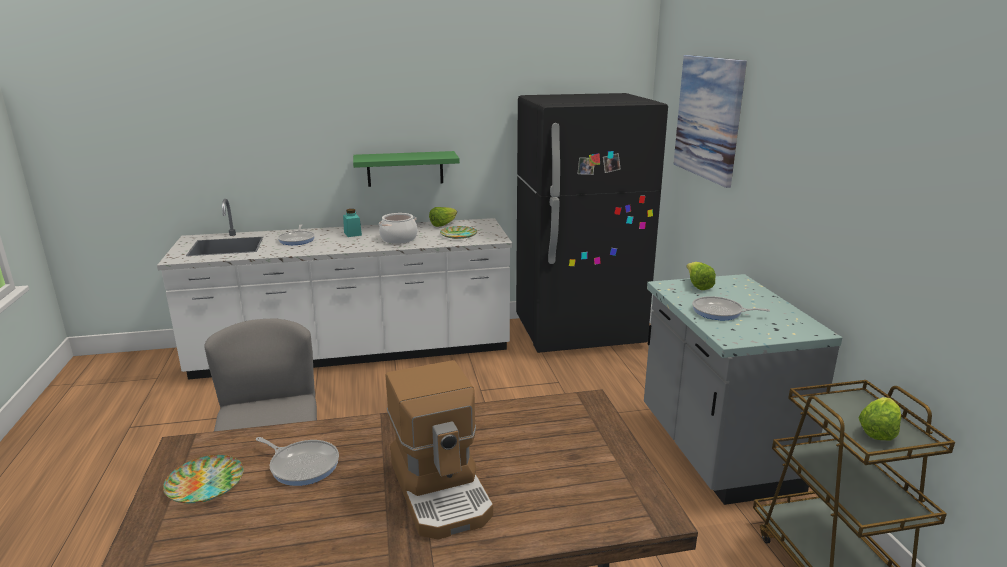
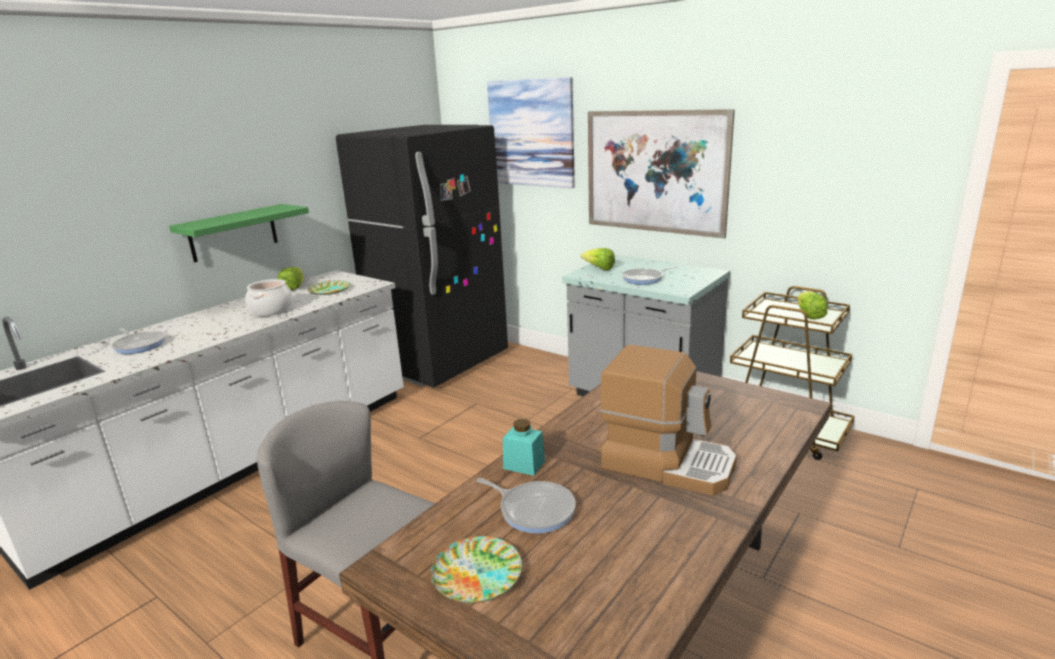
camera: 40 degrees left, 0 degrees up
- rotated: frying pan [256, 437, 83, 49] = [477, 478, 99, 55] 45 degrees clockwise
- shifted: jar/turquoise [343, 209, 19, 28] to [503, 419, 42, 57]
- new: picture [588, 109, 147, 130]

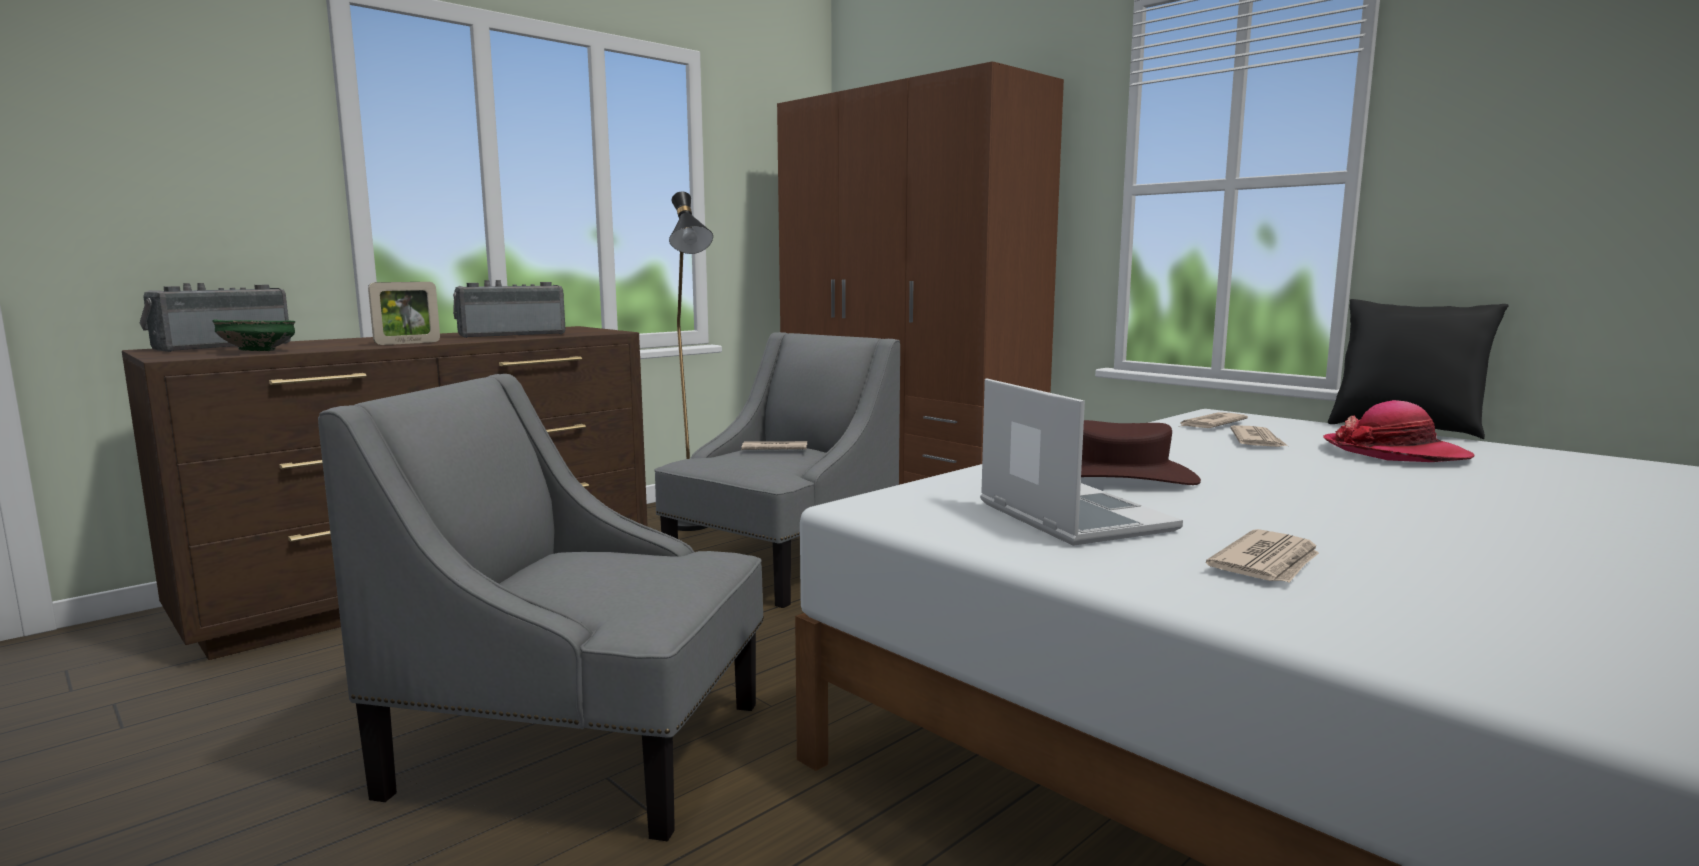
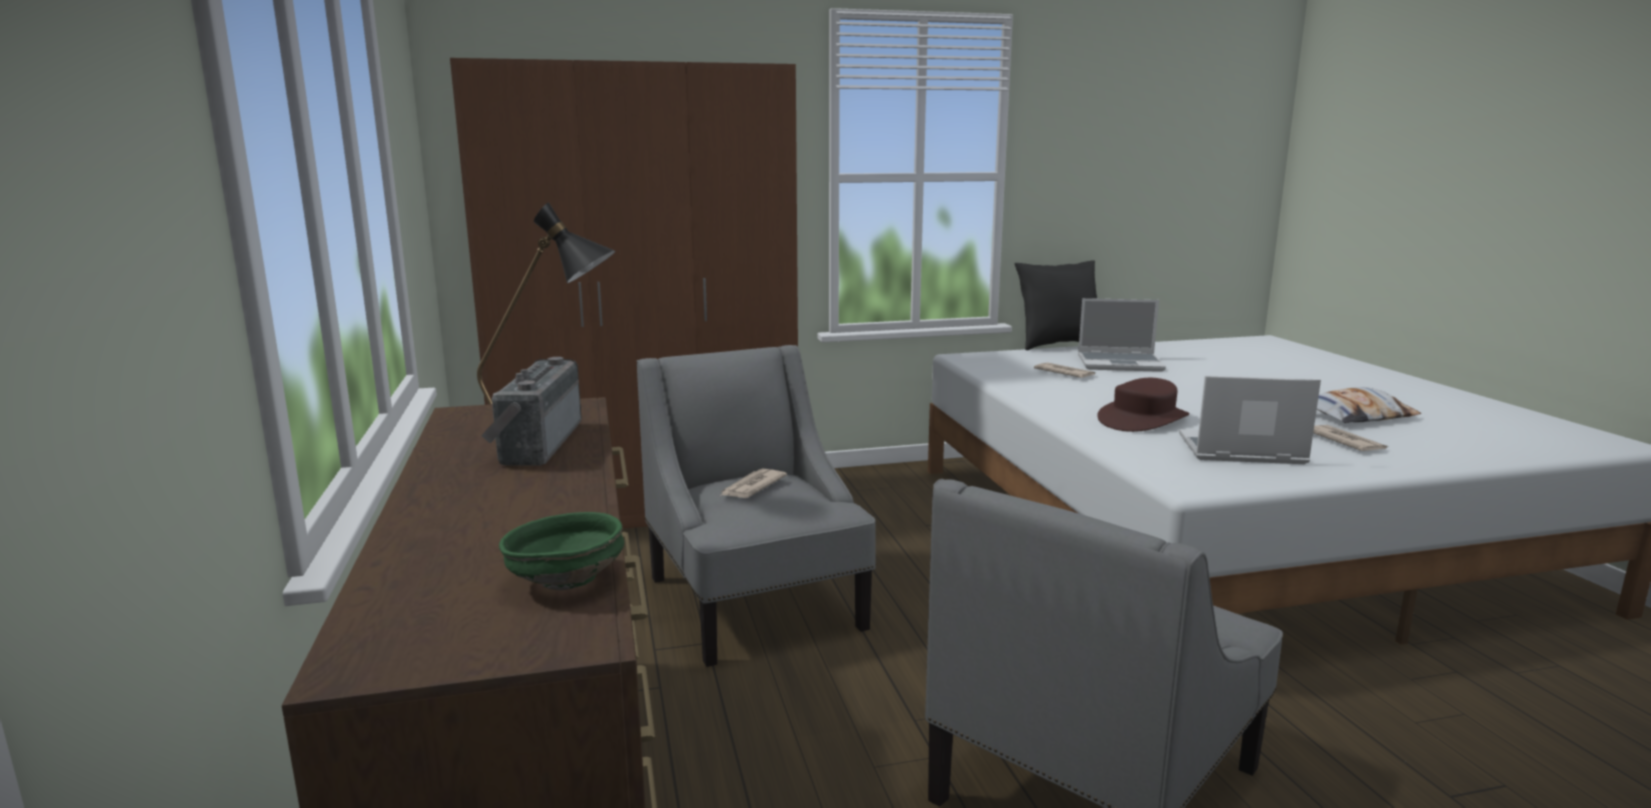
camera: 60 degrees left, 5 degrees up
- gone: radio [140, 283, 151, 69]
- gone: picture frame [368, 282, 72, 63]
- gone: newspaper [1179, 412, 69, 16]
- swapped: hat [1323, 400, 152, 62] to laptop [1078, 298, 88, 74]
- new: pillow [1317, 387, 104, 36]

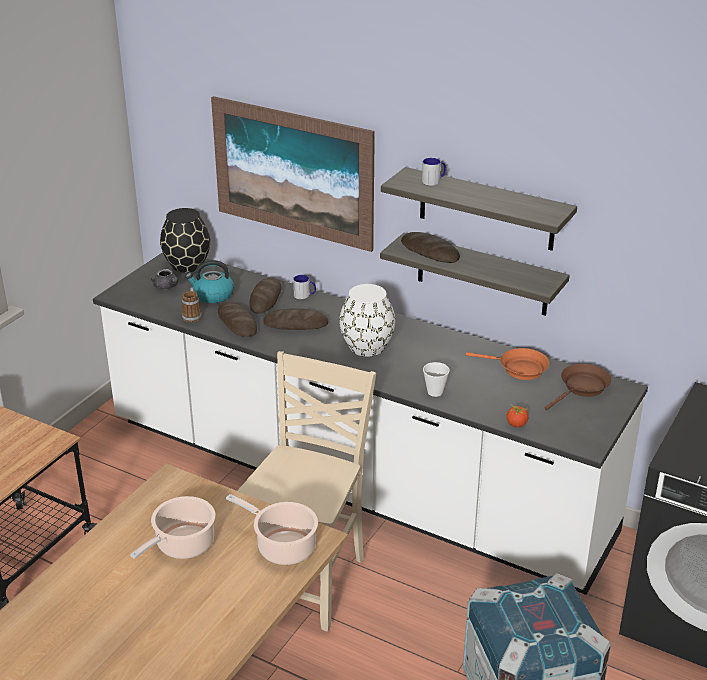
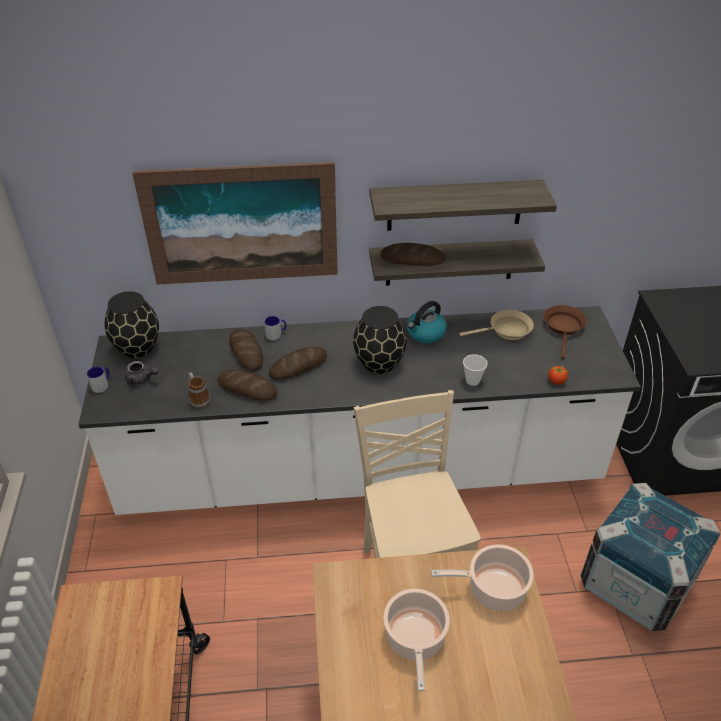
camera: 35 degrees left, 10 degrees up
- shifted: kettle [186, 260, 48, 43] to [407, 301, 40, 43]
- repainted: vase/white [339, 284, 56, 73] to vase/black [353, 306, 54, 68]
- shifted: mug [422, 158, 24, 28] to [87, 367, 23, 26]
- repainted: frying pan/orange [466, 348, 83, 32] to frying pan/beige [460, 310, 74, 30]

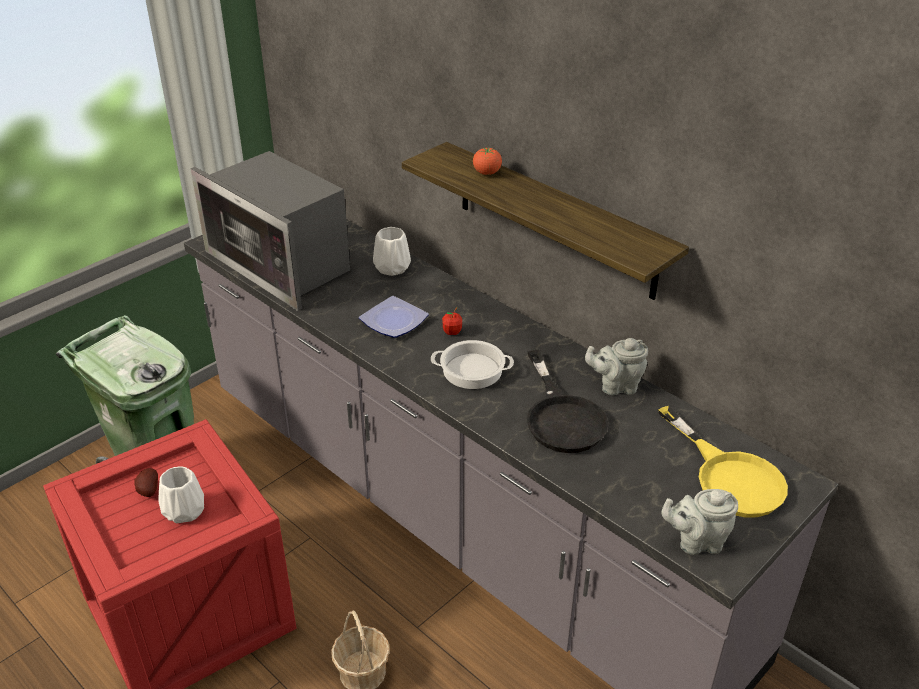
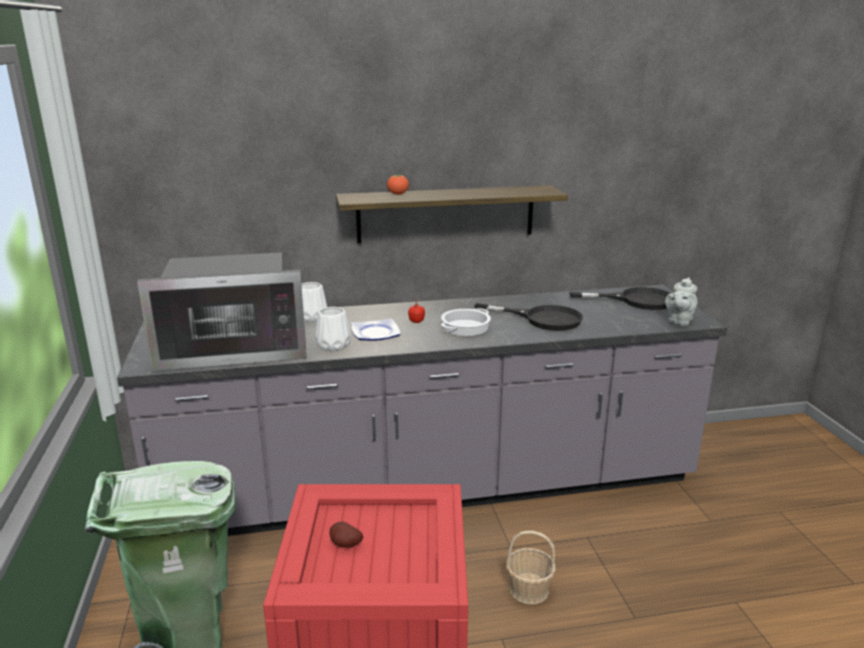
camera: 55 degrees left, 15 degrees down
- shifted: vase/white [158, 466, 46, 57] to [315, 307, 36, 44]
- gone: teapot/grey [585, 338, 63, 57]
- repainted: frying pan/yellow [658, 406, 130, 111] to frying pan/black [569, 287, 102, 23]

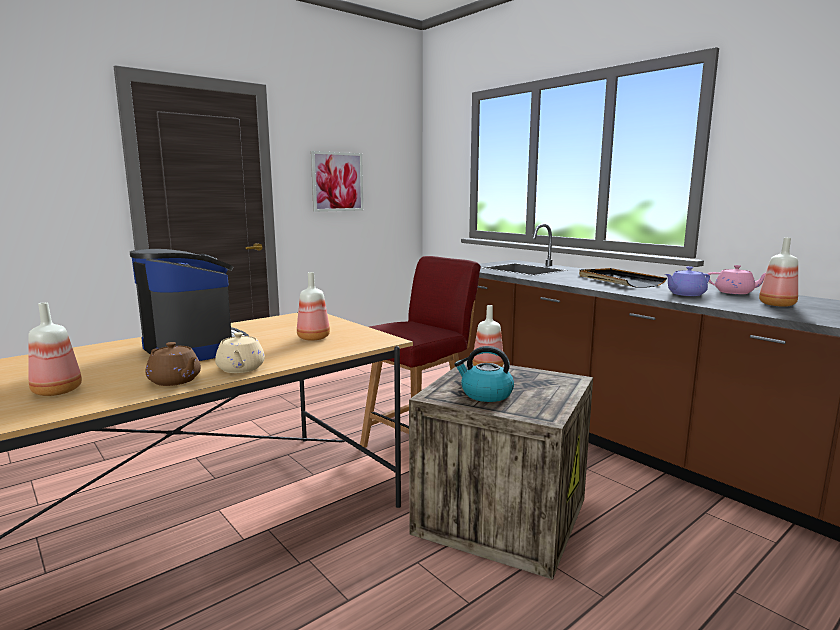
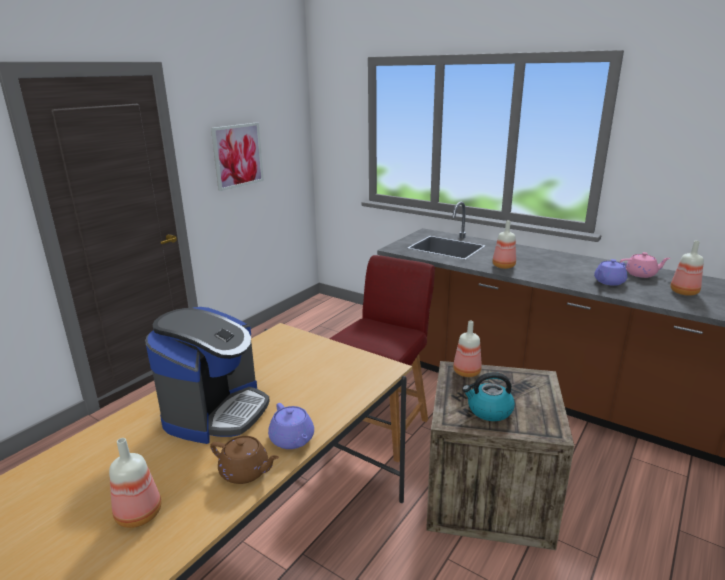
camera: 15 degrees left, 10 degrees up
- rotated: coffee machine [130, 249, 119, 112] = [145, 307, 125, 137] 75 degrees clockwise
- repainted: teapot/beige [215, 332, 50, 41] to teapot/purple [268, 403, 46, 46]
- shifted: bottle [297, 272, 33, 69] to [492, 220, 24, 49]
- gone: tray/black [579, 268, 88, 20]

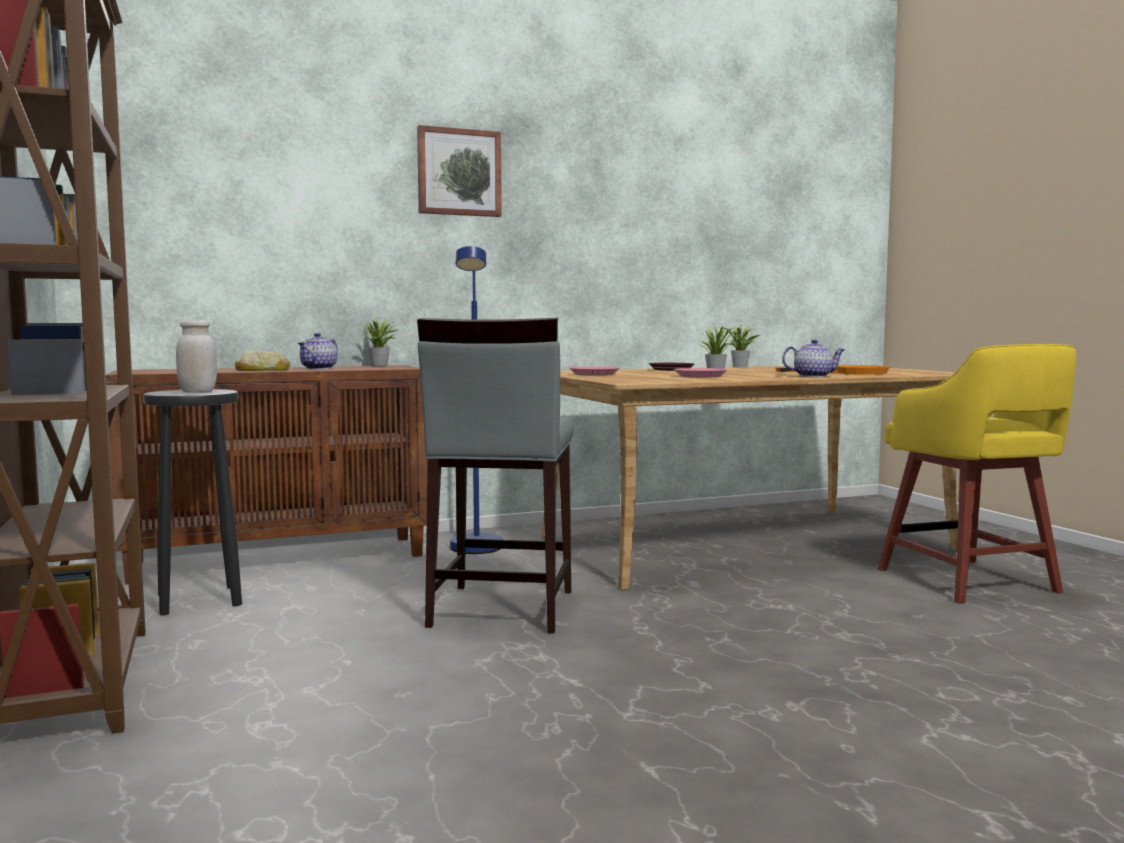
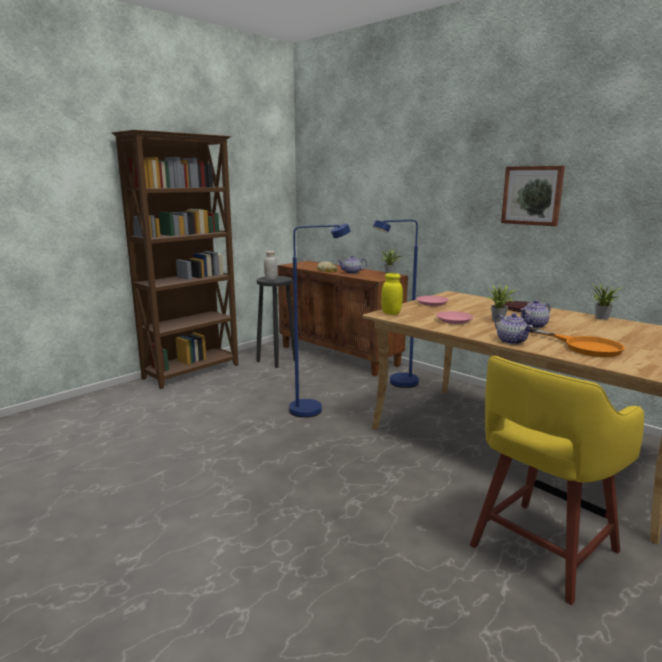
camera: 65 degrees right, 10 degrees up
- shifted: picture [417, 125, 85, 92] to [501, 166, 64, 60]
- swapped: stool/grey [417, 318, 157, 316] to floor lamp/blue [289, 224, 62, 194]
- new: jar/yellow [381, 273, 22, 42]
- new: teapot [520, 300, 31, 28]

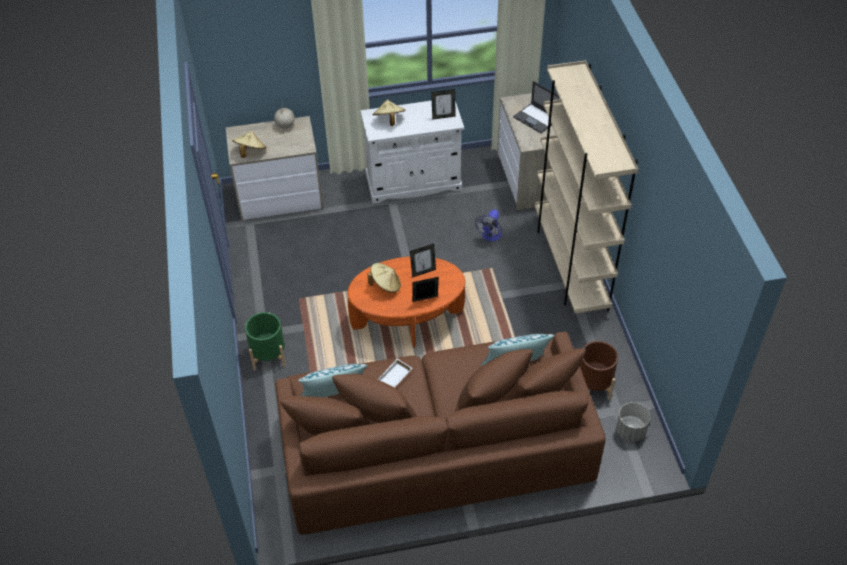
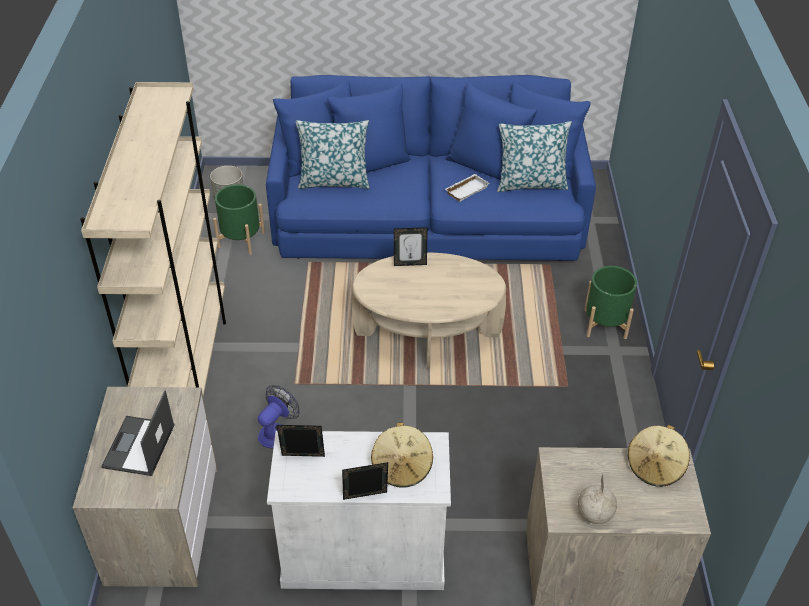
camera: 170 degrees left, 5 degrees down
- repainted: sofa/brown [275, 332, 331, 203] to sofa/blue [266, 75, 330, 186]
- repainted: coffee table/orange [347, 257, 118, 91] to coffee table/beige [352, 252, 154, 117]
- gone: hat/beige [368, 263, 33, 30]
- shifted: picture frame [410, 244, 26, 34] to [342, 462, 46, 38]
- rotated: laptop [513, 81, 47, 52] = [101, 391, 74, 85] 135 degrees counterclockwise
- repainted: planter/brown [580, 341, 38, 59] to planter/green [213, 184, 52, 71]

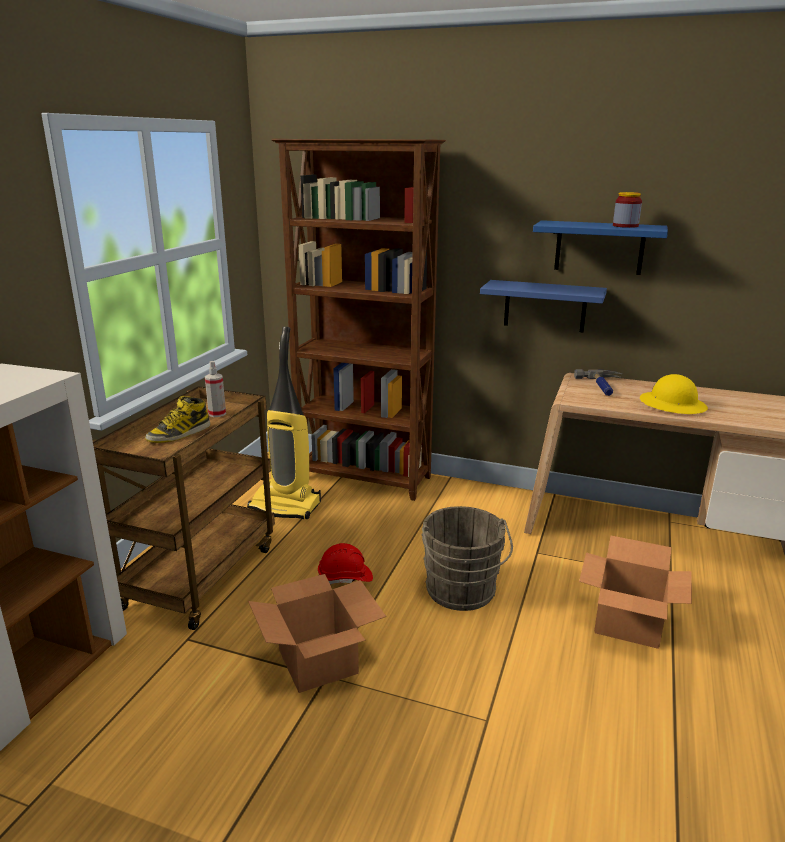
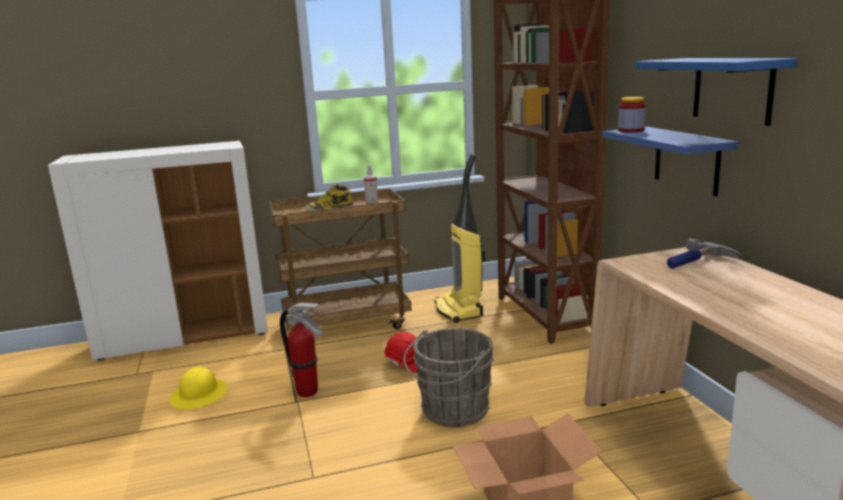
camera: 55 degrees right, 5 degrees down
- swapped: cardboard box [248, 574, 138, 119] to fire extinguisher [280, 303, 43, 94]
- shifted: jar [613, 192, 29, 36] to [618, 97, 28, 35]
- shifted: hard hat/yellow [640, 374, 68, 40] to [170, 367, 58, 42]

